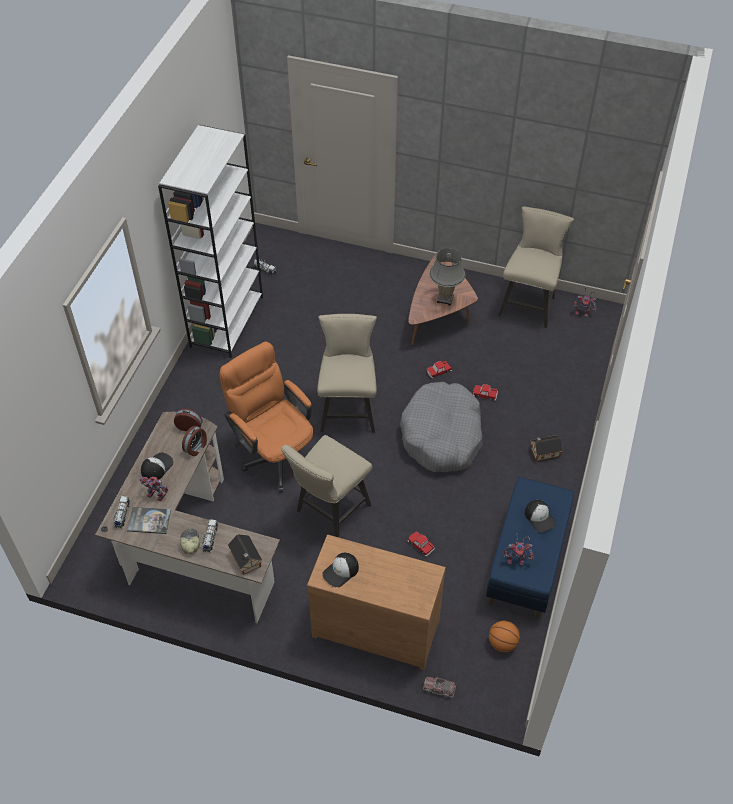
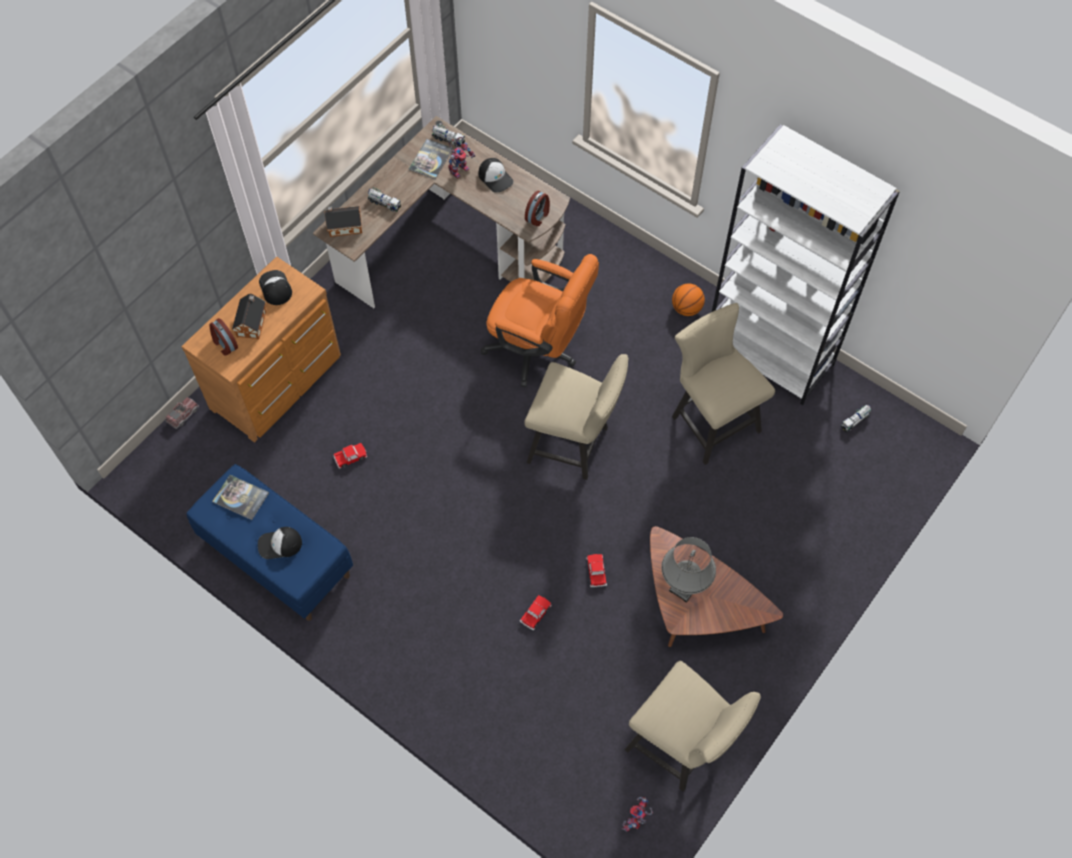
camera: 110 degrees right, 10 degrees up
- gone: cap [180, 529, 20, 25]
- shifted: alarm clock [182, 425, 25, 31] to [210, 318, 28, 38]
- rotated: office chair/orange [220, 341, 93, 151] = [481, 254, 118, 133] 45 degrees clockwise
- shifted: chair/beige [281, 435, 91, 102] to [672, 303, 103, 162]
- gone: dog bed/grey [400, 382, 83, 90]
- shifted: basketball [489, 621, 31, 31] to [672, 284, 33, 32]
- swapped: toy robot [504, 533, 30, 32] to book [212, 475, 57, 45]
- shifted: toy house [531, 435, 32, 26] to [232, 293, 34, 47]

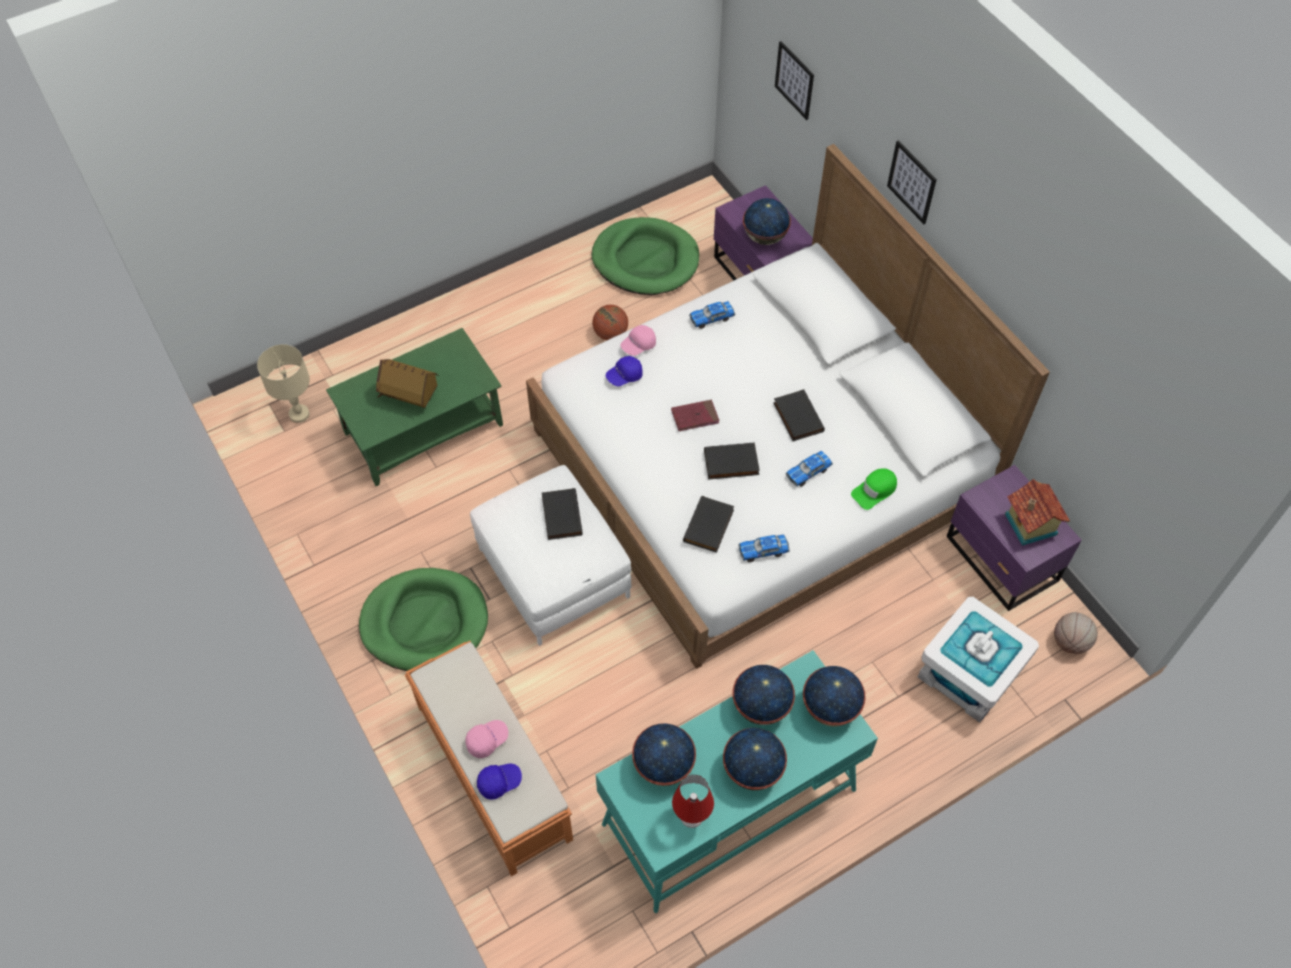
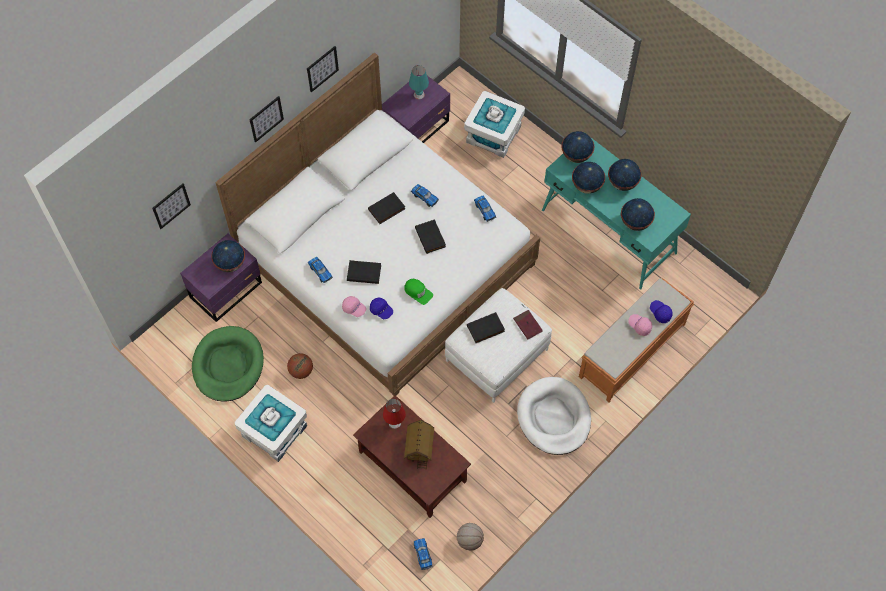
camera: 105 degrees left, 5 degrees up
- swapped: table lamp/beige [257, 344, 53, 79] to toy car [414, 538, 19, 32]
- repainted: coffee table/green [326, 328, 177, 158] to coffee table/brown [353, 395, 118, 123]
- repainted: dog bed/green [359, 568, 129, 103] to dog bed/white [517, 377, 74, 78]
- shifted: book/red [671, 400, 48, 31] to [513, 310, 30, 30]
- shifted: table lamp/red [672, 775, 42, 53] to [383, 399, 23, 30]
- shifted: book/black [683, 496, 51, 57] to [347, 260, 34, 24]
- shifted: cap/green [851, 468, 46, 42] to [404, 279, 29, 26]
- swapped: toy house [1005, 479, 65, 67] to table lamp/turquoise [409, 65, 20, 34]
- shifted: basketball [1054, 612, 44, 42] to [457, 523, 27, 28]
- new: storage box/white [235, 385, 72, 77]
- new: picture [307, 46, 32, 46]

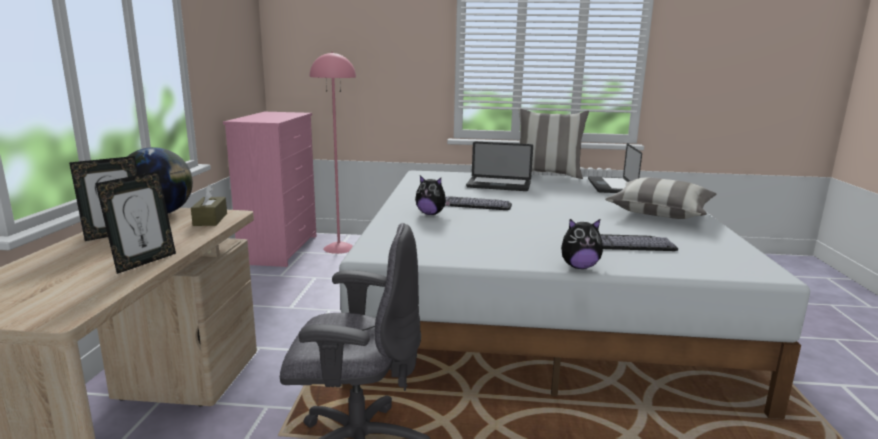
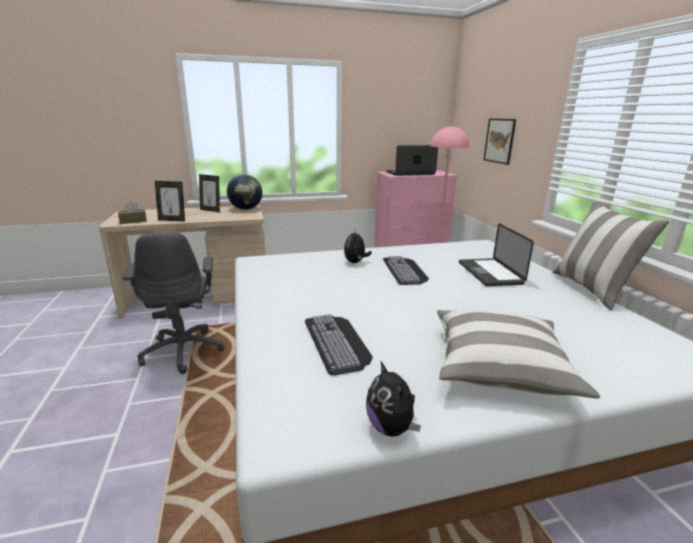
camera: 70 degrees right, 5 degrees up
- shifted: tissue box/brown [191, 185, 36, 41] to [118, 201, 29, 23]
- shifted: plush toy [561, 219, 42, 50] to [366, 360, 55, 77]
- shifted: laptop [588, 143, 54, 50] to [387, 145, 51, 31]
- new: picture [484, 119, 32, 46]

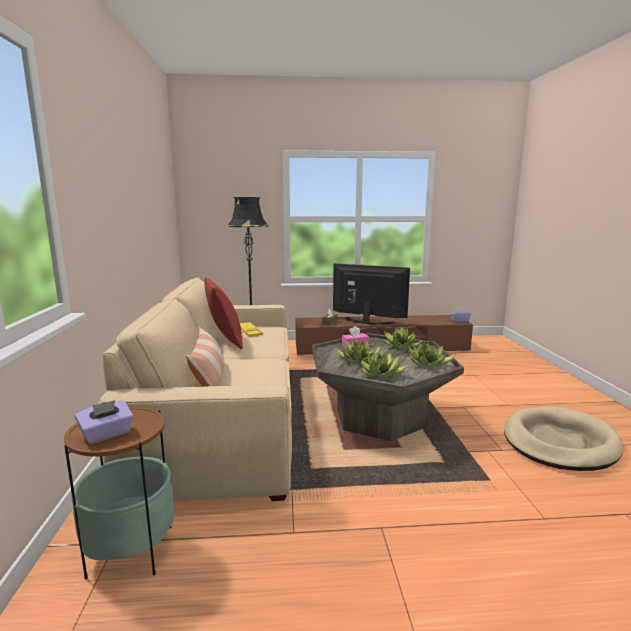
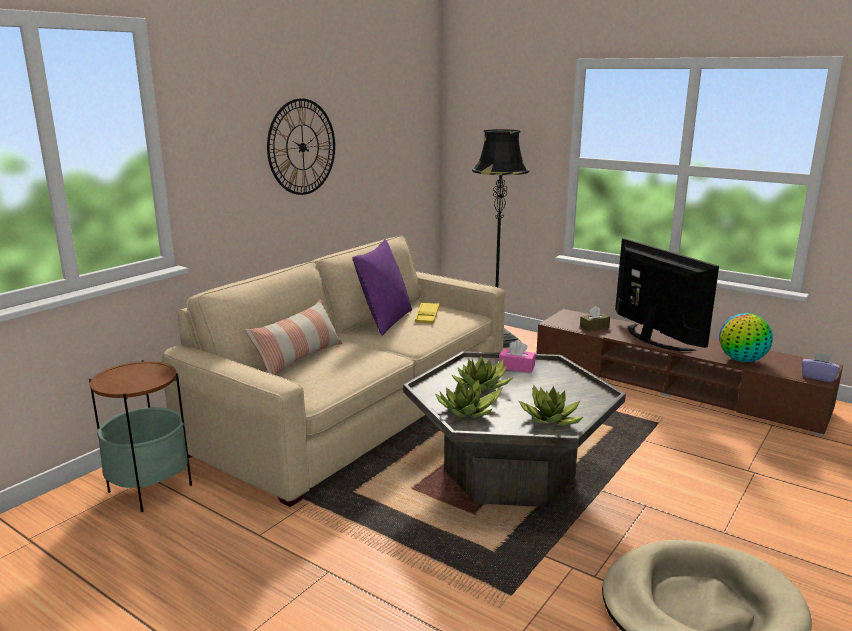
camera: 40 degrees right, 5 degrees up
- gone: tissue box/purple [75, 400, 58, 44]
- repainted: pillow/red [205, 277, 38, 72] to pillow/purple [352, 239, 60, 97]
- gone: potted plant [381, 327, 41, 23]
- new: wall clock [267, 98, 68, 97]
- new: globe [719, 313, 54, 49]

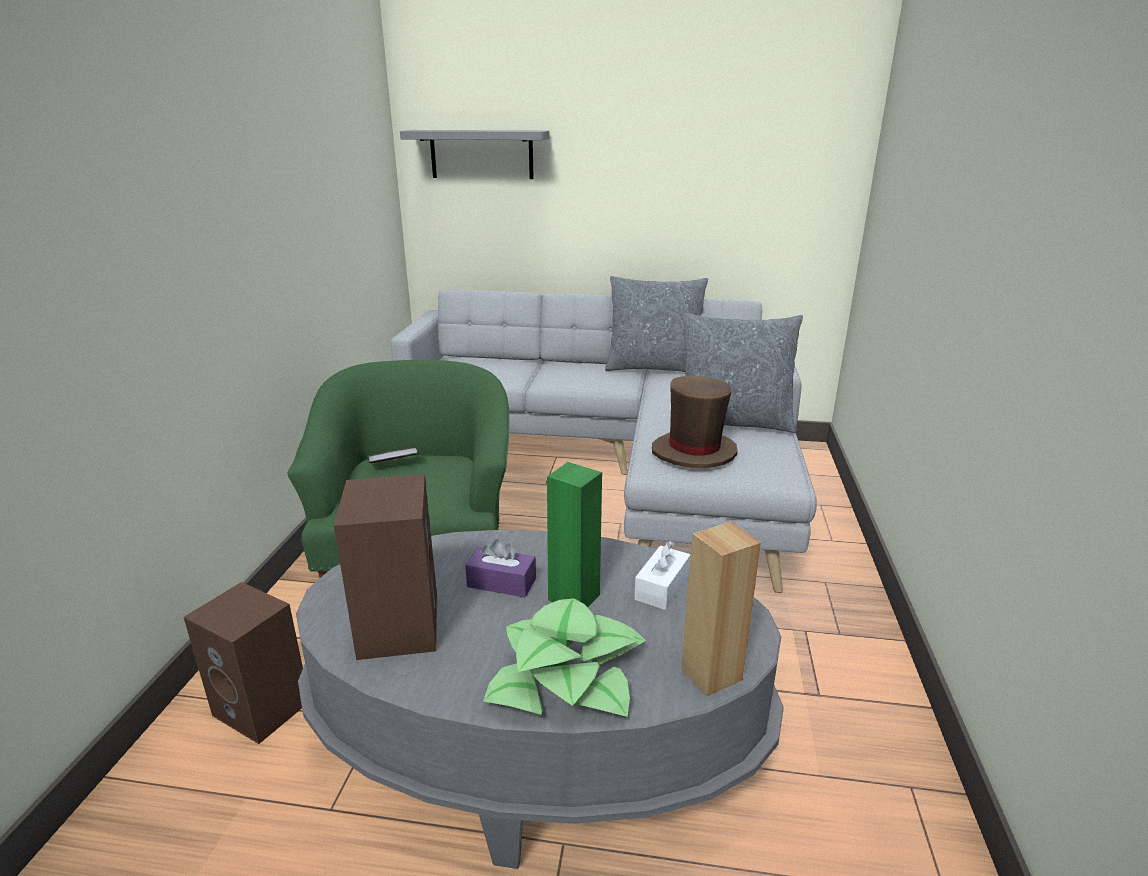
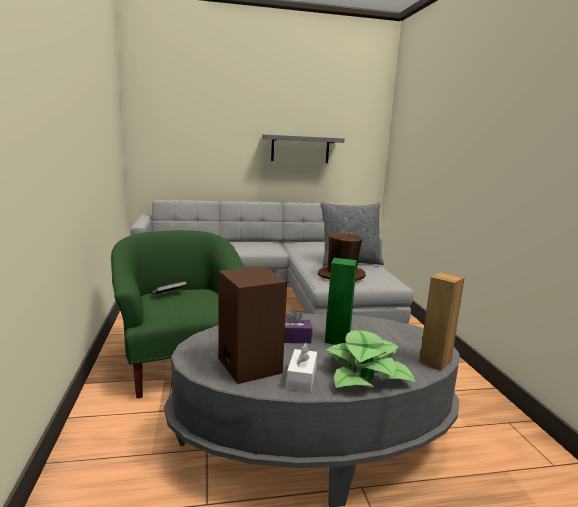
camera: 20 degrees left, 10 degrees down
- gone: speaker/brown [184, 582, 119, 162]
- shifted: shelf/grey [400, 130, 149, 49] to [262, 134, 83, 29]
- gone: pillow/grey [605, 276, 103, 96]
- shifted: tissue box/white [634, 541, 56, 69] to [286, 343, 31, 49]

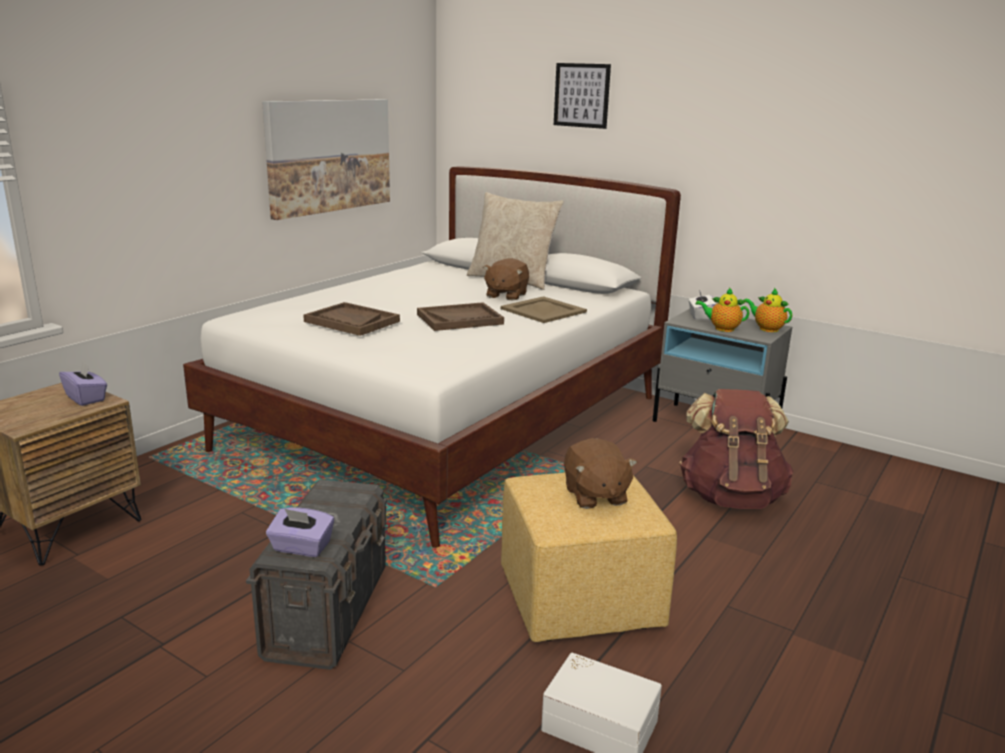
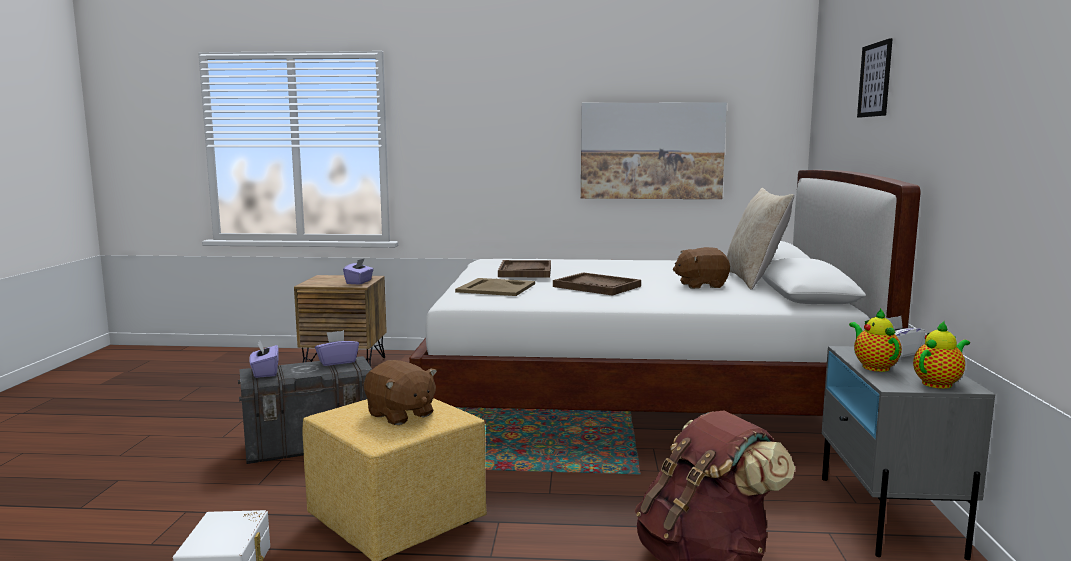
camera: 60 degrees right, 10 degrees down
- shifted: tray/beige [501, 296, 86, 27] to [455, 278, 80, 18]
- rotated: plush toy/brown [564, 438, 73, 71] = [364, 360, 73, 65] 90 degrees counterclockwise
- rotated: teapot [743, 288, 49, 44] = [913, 321, 57, 68] 45 degrees clockwise
- new: tissue box/purple [315, 330, 44, 36]

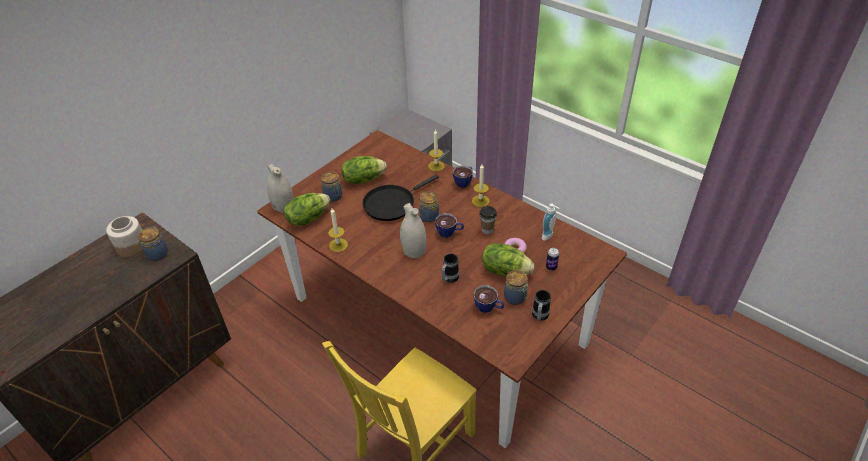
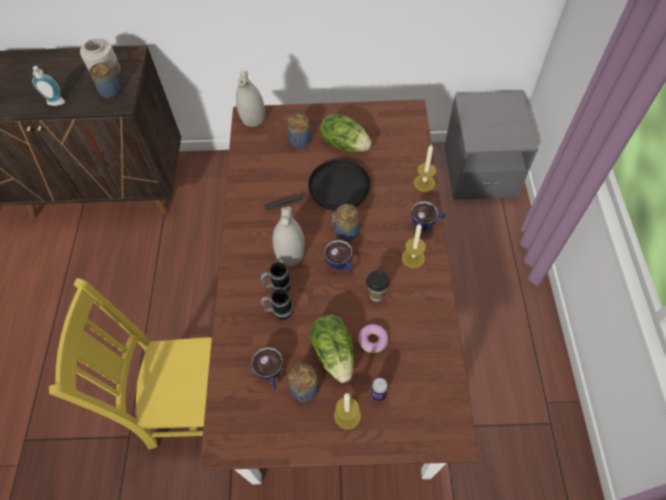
camera: 50 degrees right, 15 degrees up
- gone: lettuce [284, 193, 46, 33]
- shifted: candle [328, 208, 20, 44] to [334, 393, 27, 37]
- rotated: frying pan/black [363, 175, 76, 46] = [265, 159, 106, 52] 150 degrees clockwise
- shifted: mug [532, 290, 19, 30] to [261, 262, 30, 29]
- shifted: soap dispenser [542, 203, 18, 38] to [32, 66, 33, 40]

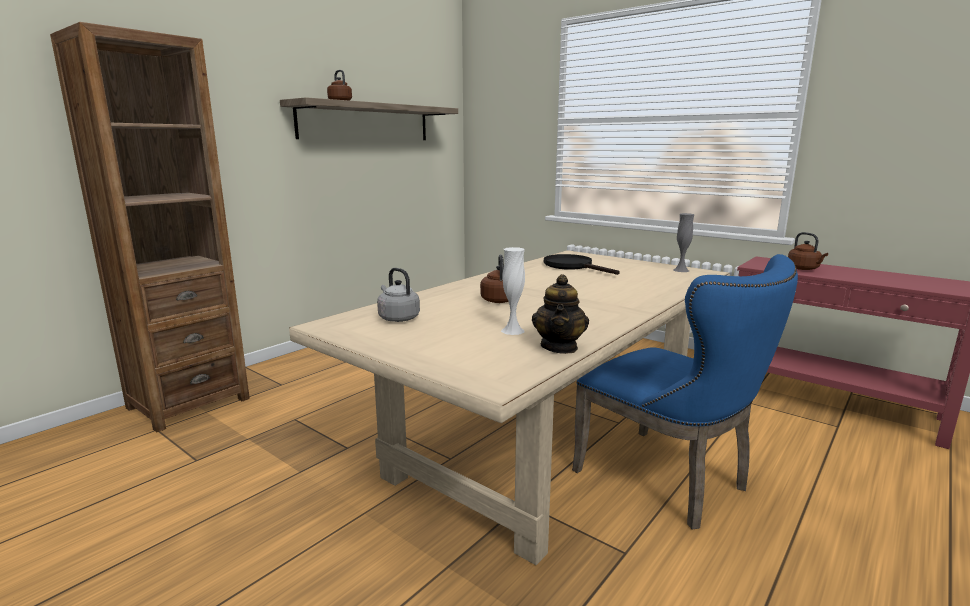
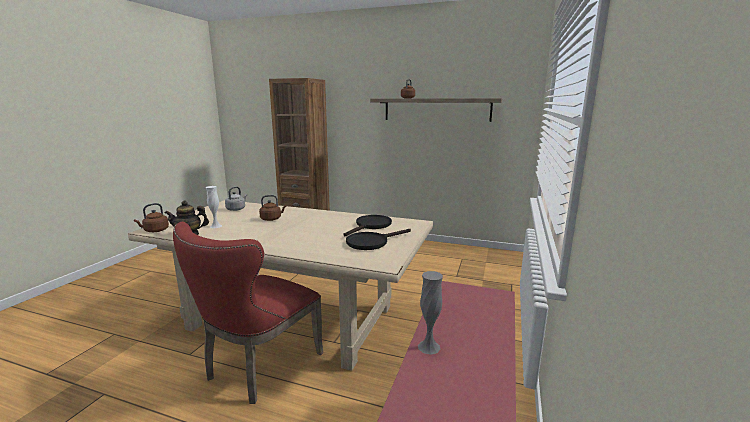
camera: 70 degrees right, 0 degrees up
- repainted: chair/blue [572, 254, 226, 275] to chair/red [173, 222, 150, 182]
- shifted: vase/grey [673, 213, 21, 59] to [418, 271, 25, 84]
- shifted: kettle/brown [788, 232, 40, 38] to [134, 203, 35, 29]
- new: frying pan/black [346, 229, 65, 21]

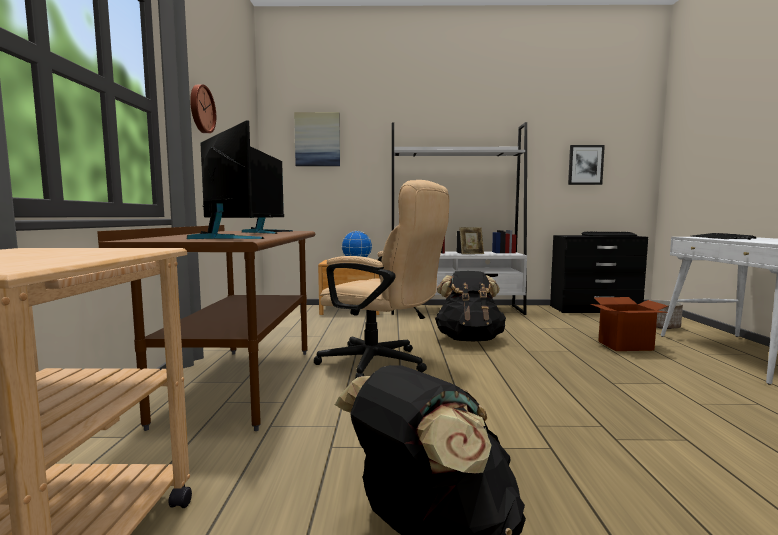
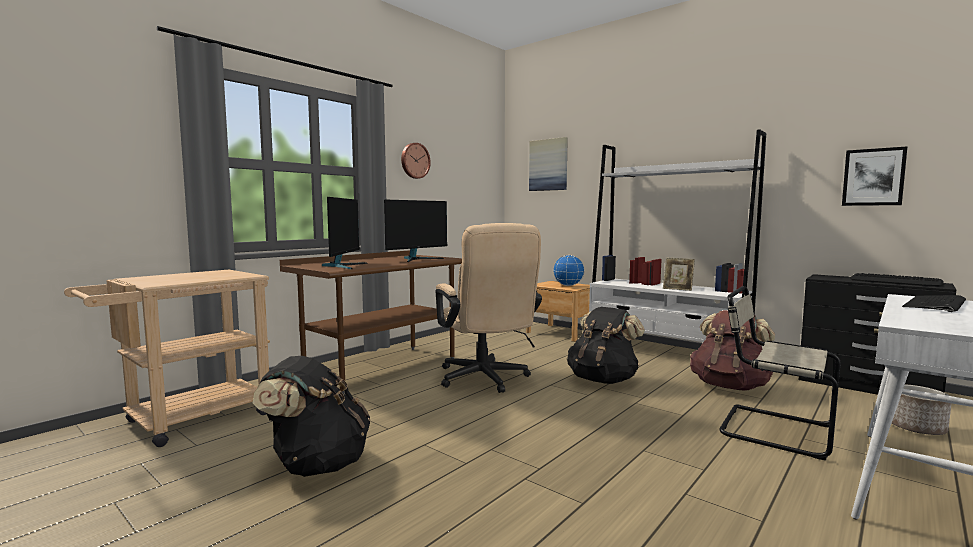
camera: 40 degrees right, 0 degrees up
- swapped: cardboard box [591, 297, 78, 54] to chair/beige [720, 286, 121, 174]
- new: backpack/brown [690, 310, 85, 81]

